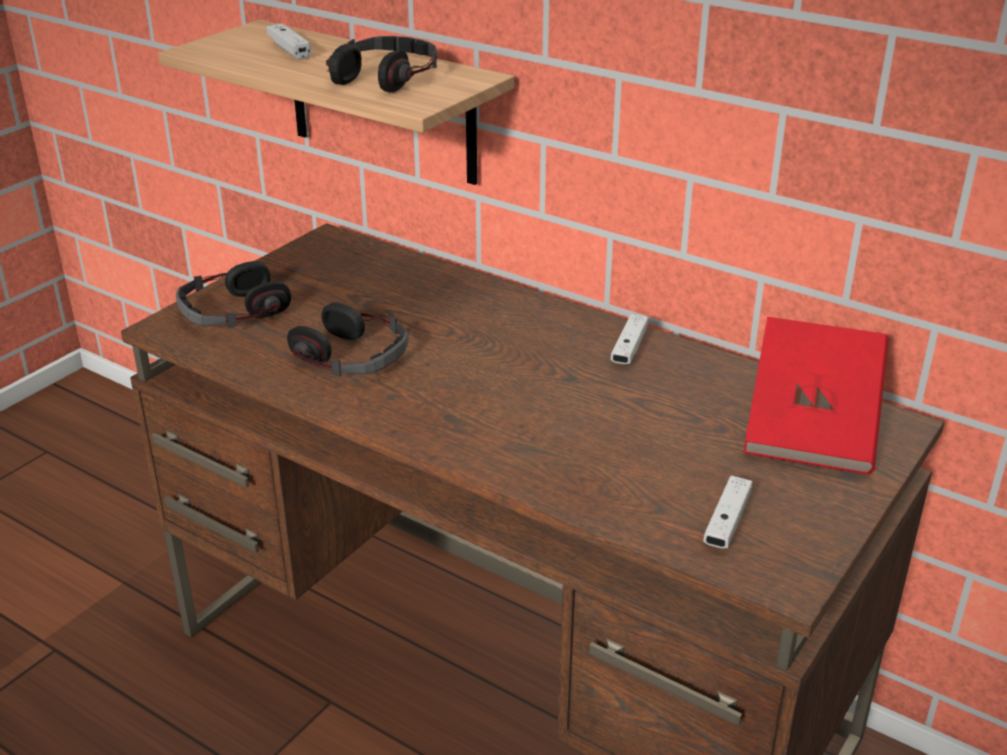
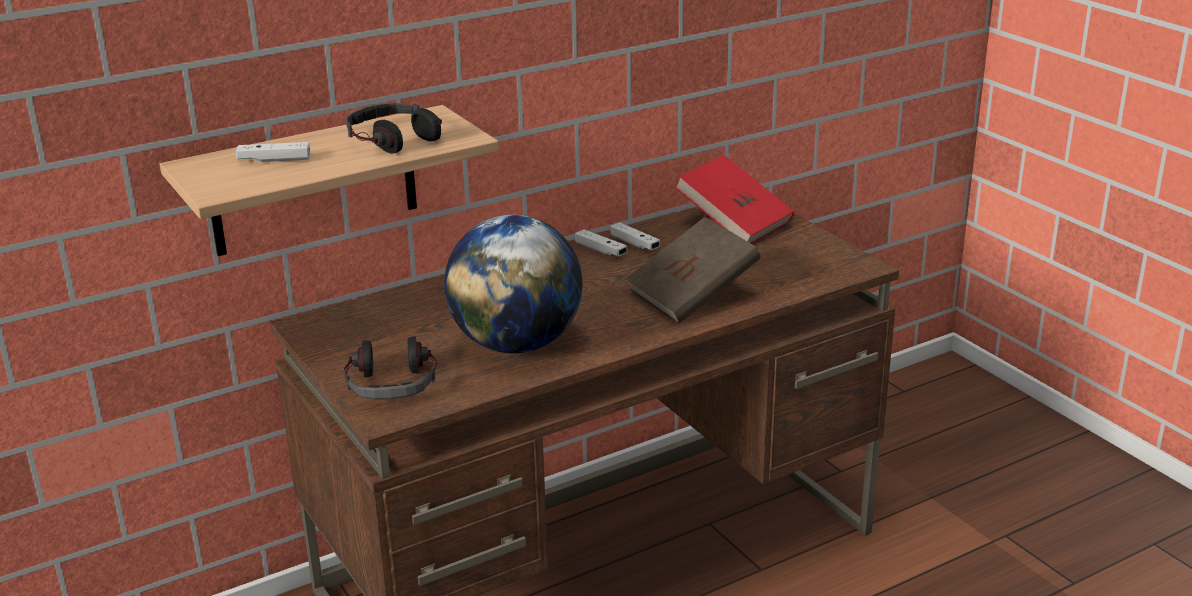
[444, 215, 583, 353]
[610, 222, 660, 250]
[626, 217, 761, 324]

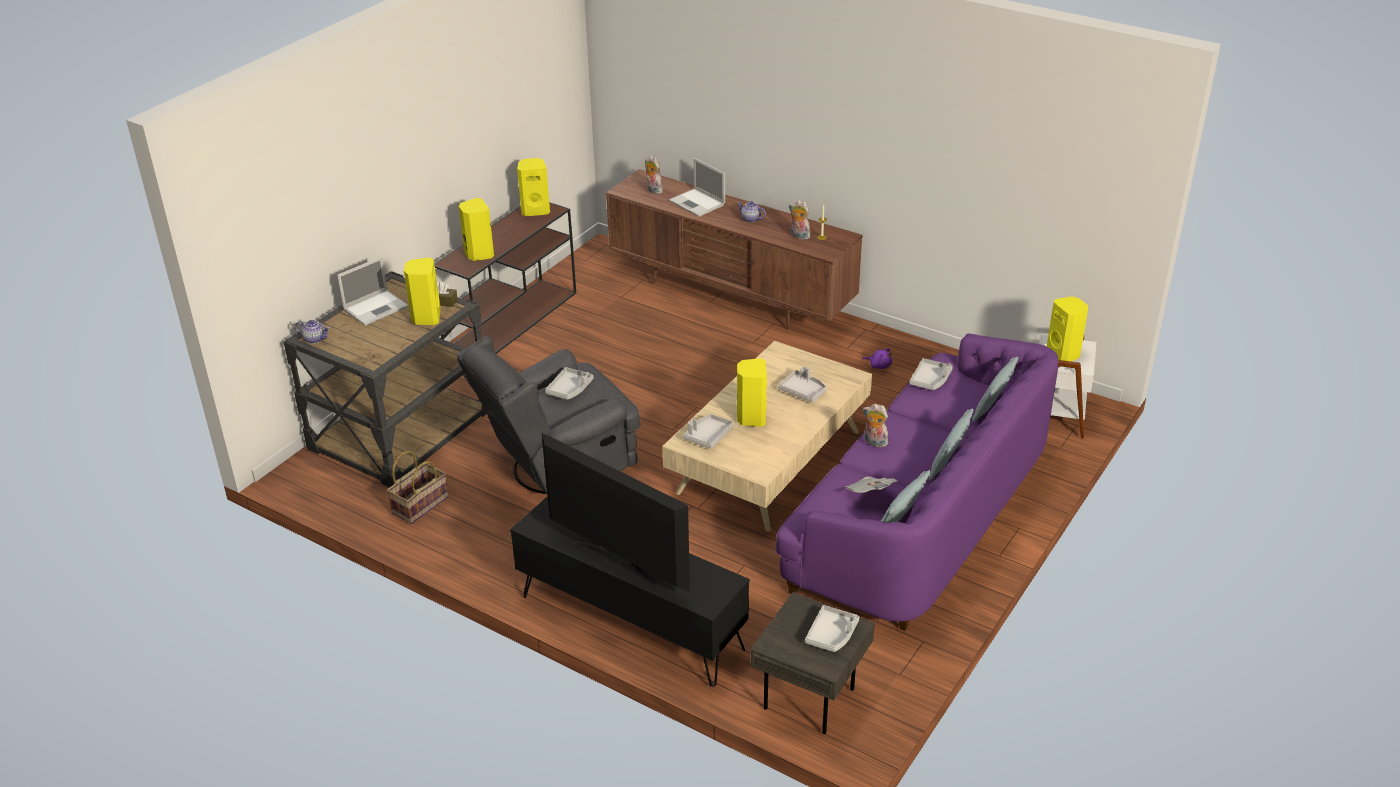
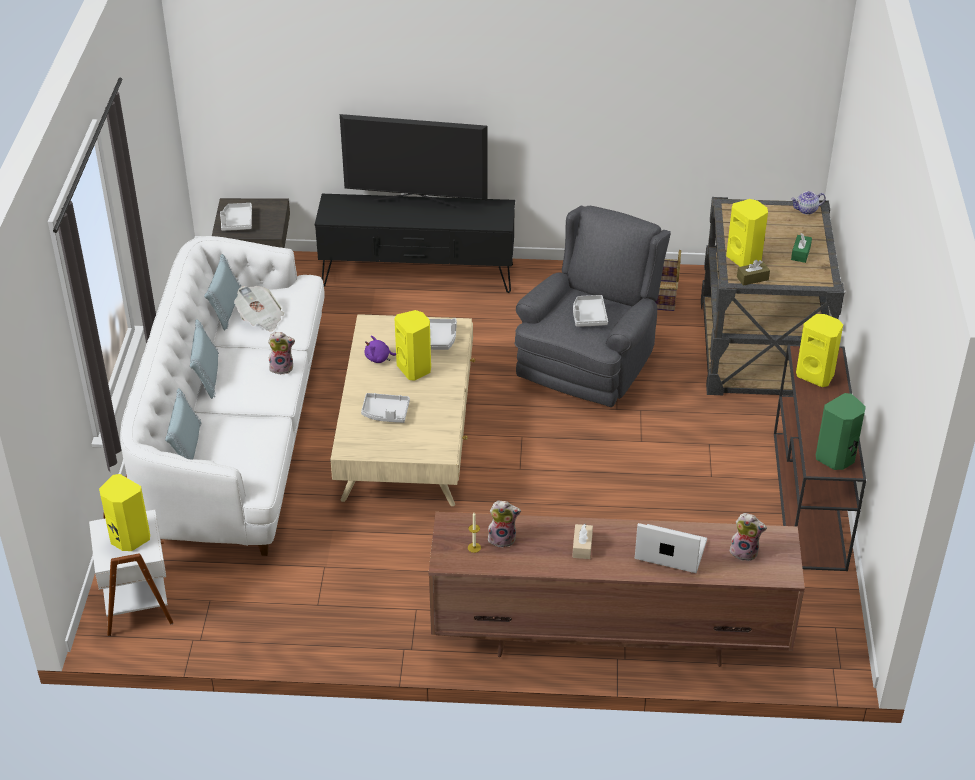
[791, 233, 812, 263]
[816, 393, 866, 470]
[572, 524, 593, 559]
[120, 236, 324, 556]
[365, 336, 396, 363]
[909, 358, 953, 390] (first image)

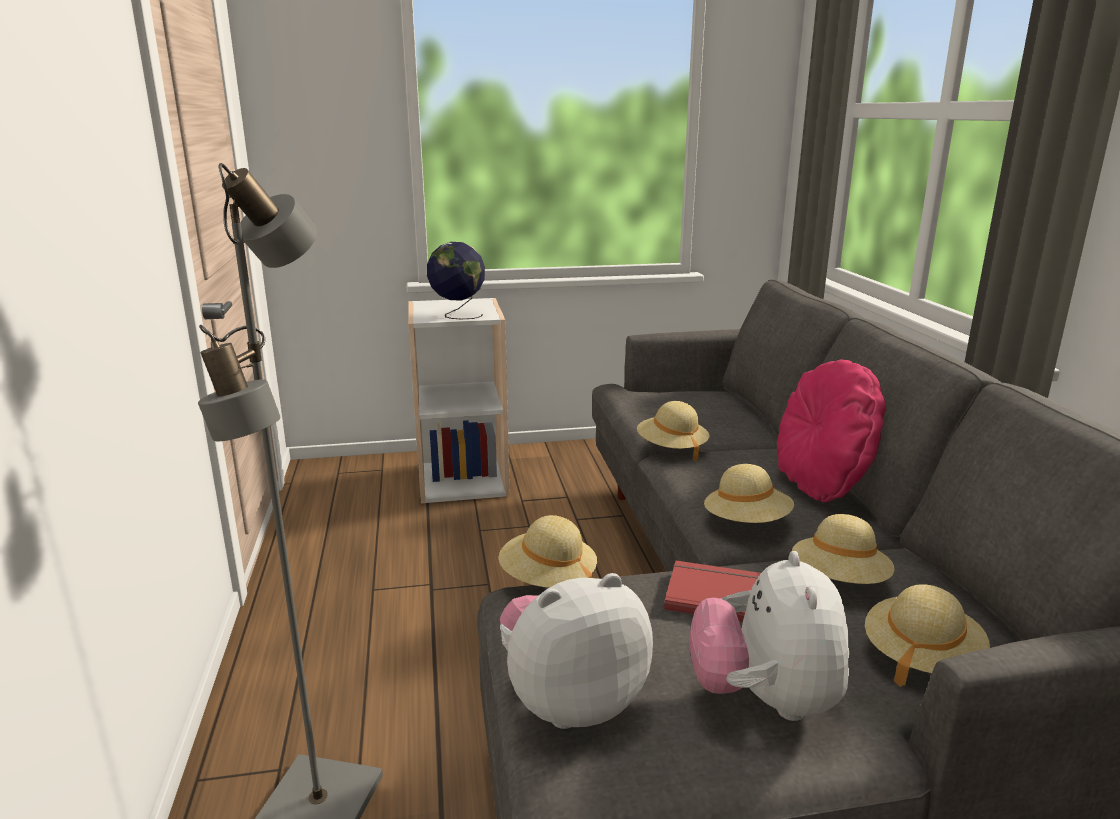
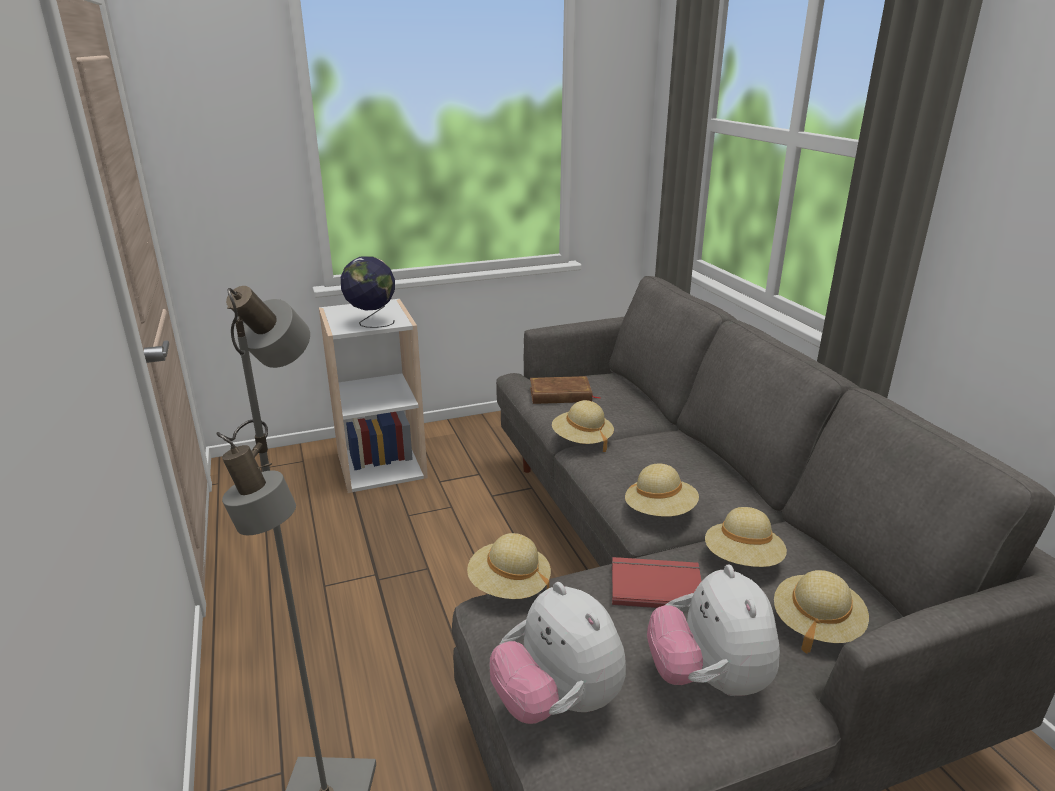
[490, 582, 626, 724]
[777, 360, 886, 502] (first image)
[530, 376, 601, 404]

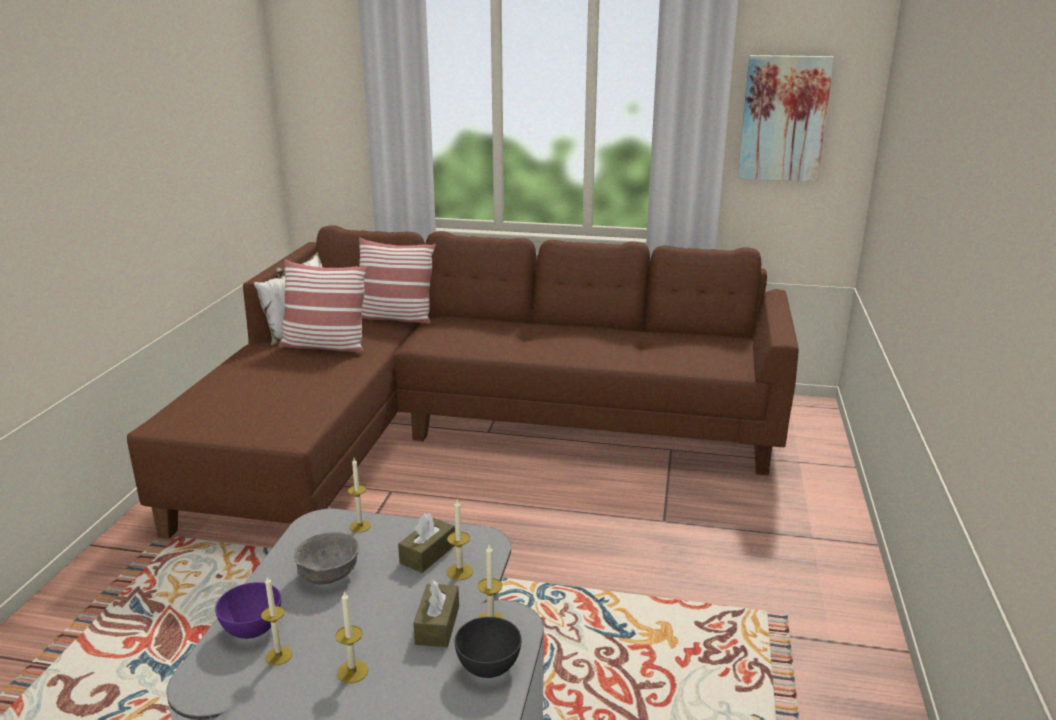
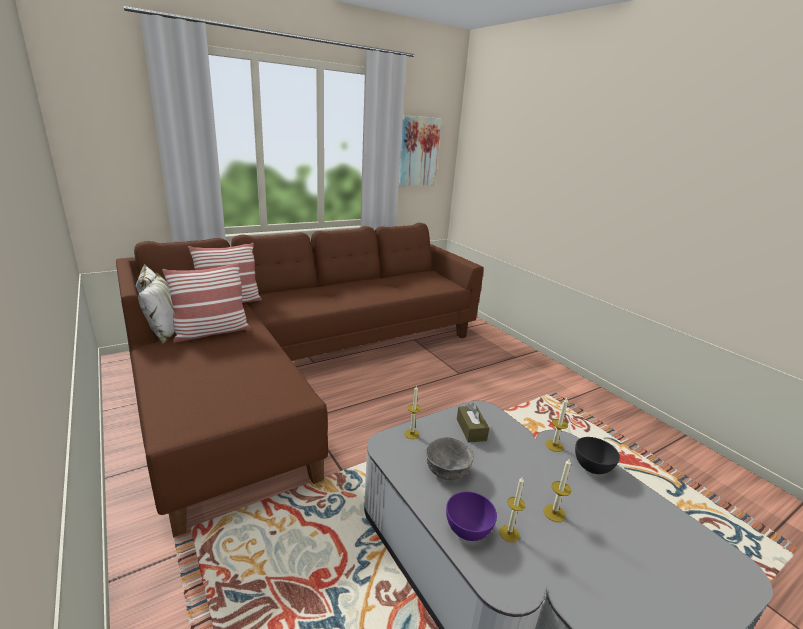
[413, 580, 459, 647] (first image)
[447, 500, 473, 580] (first image)

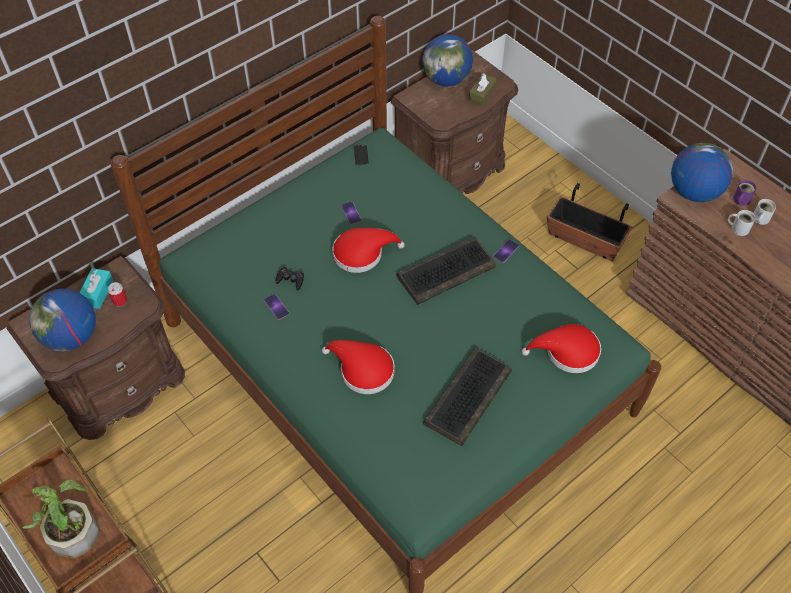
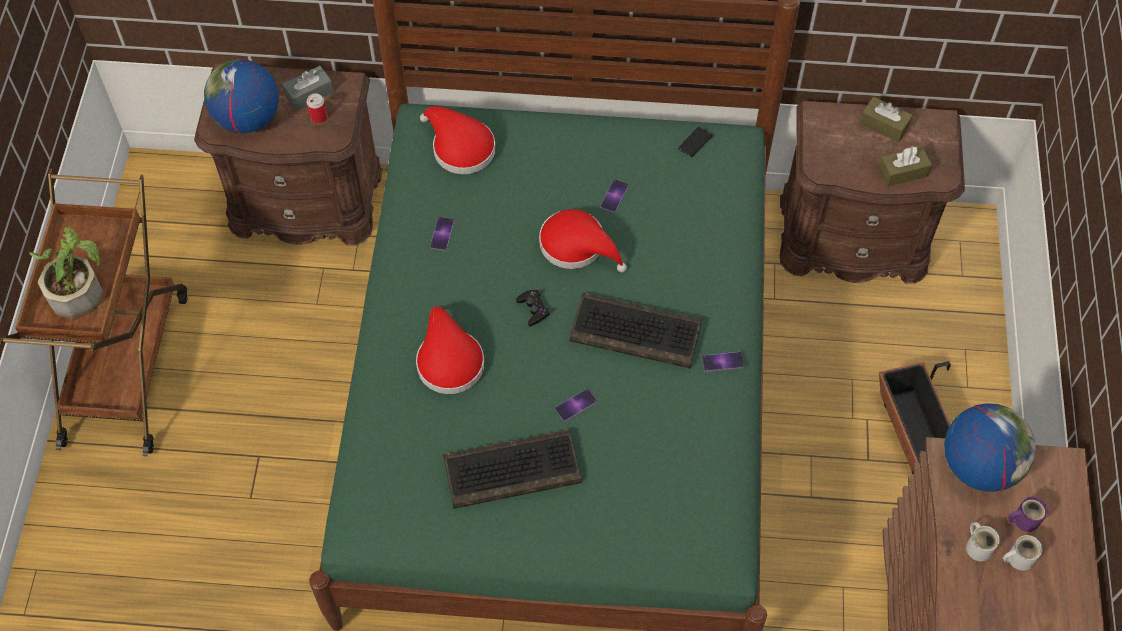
[282, 66, 334, 111]
[516, 290, 550, 326]
[860, 97, 913, 142]
[420, 106, 495, 174]
[555, 388, 597, 421]

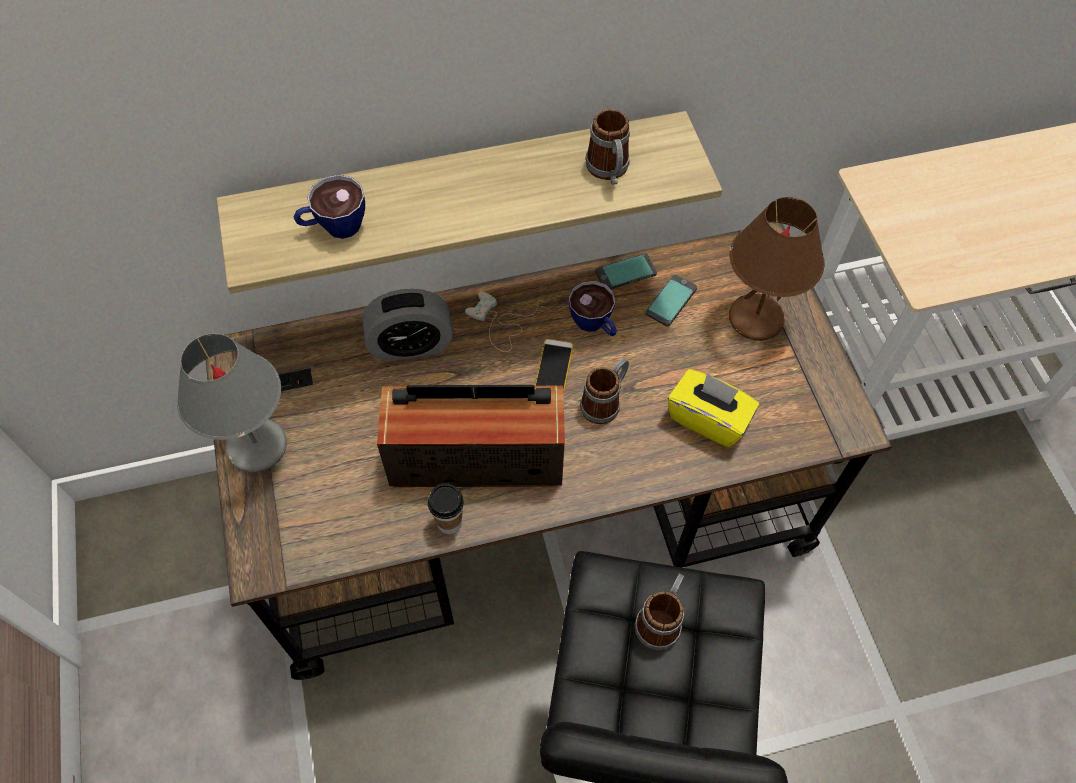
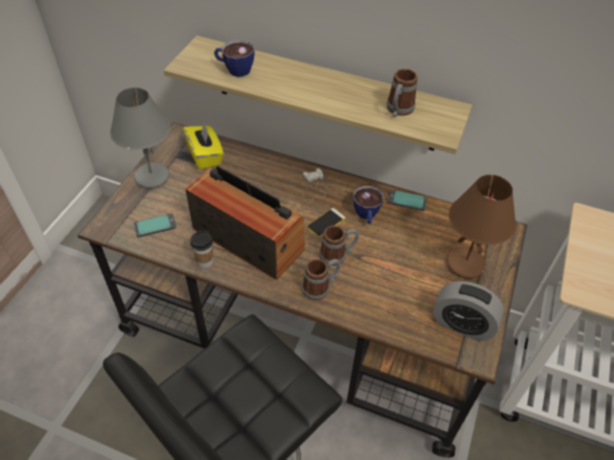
[433, 281, 504, 341]
[302, 259, 341, 301]
[134, 214, 177, 238]
[183, 124, 224, 170]

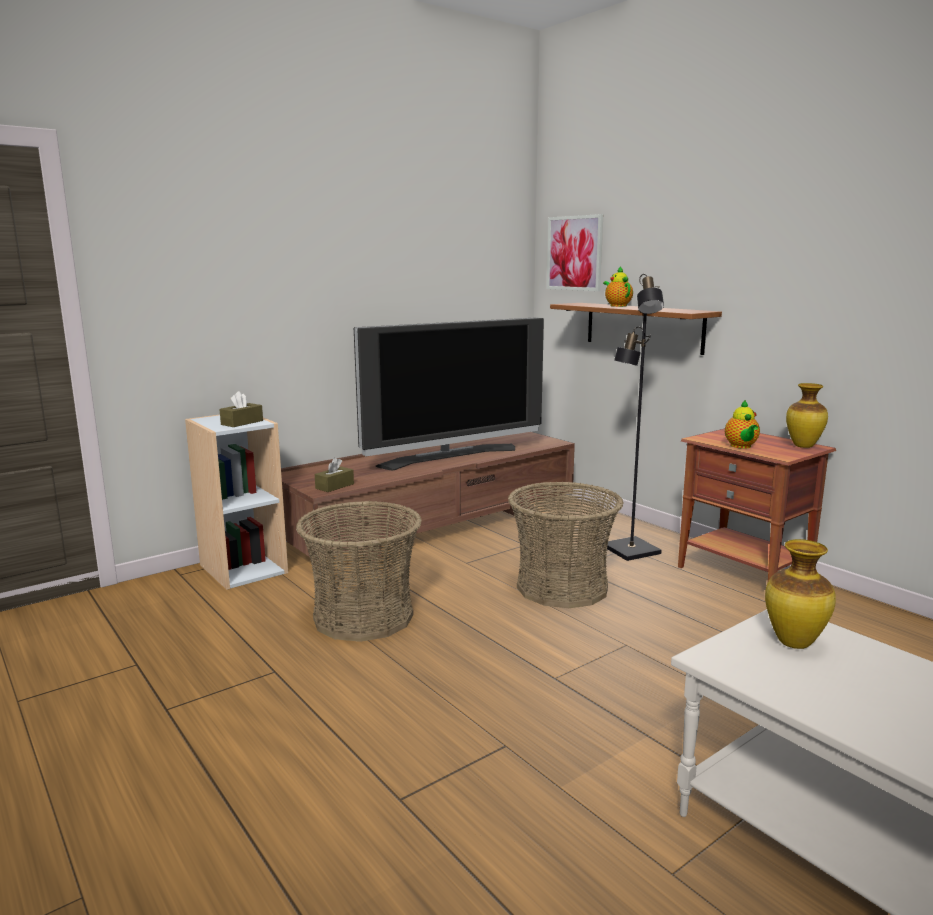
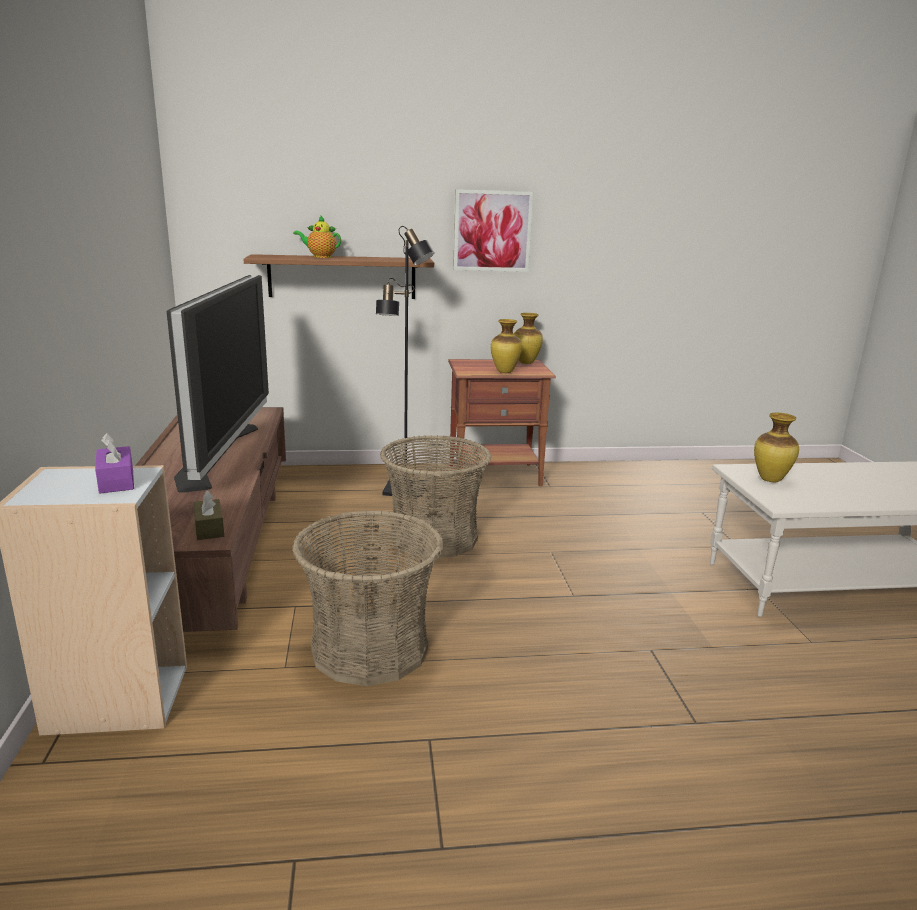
[95, 433, 134, 493]
[453, 189, 533, 272]
[491, 319, 522, 373]

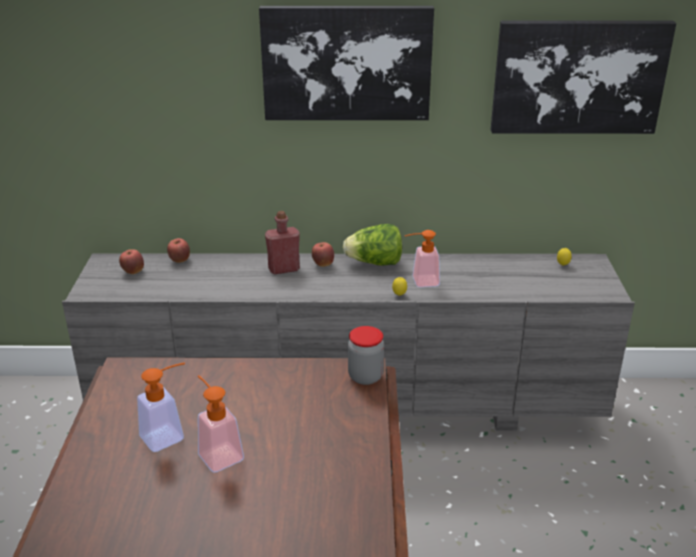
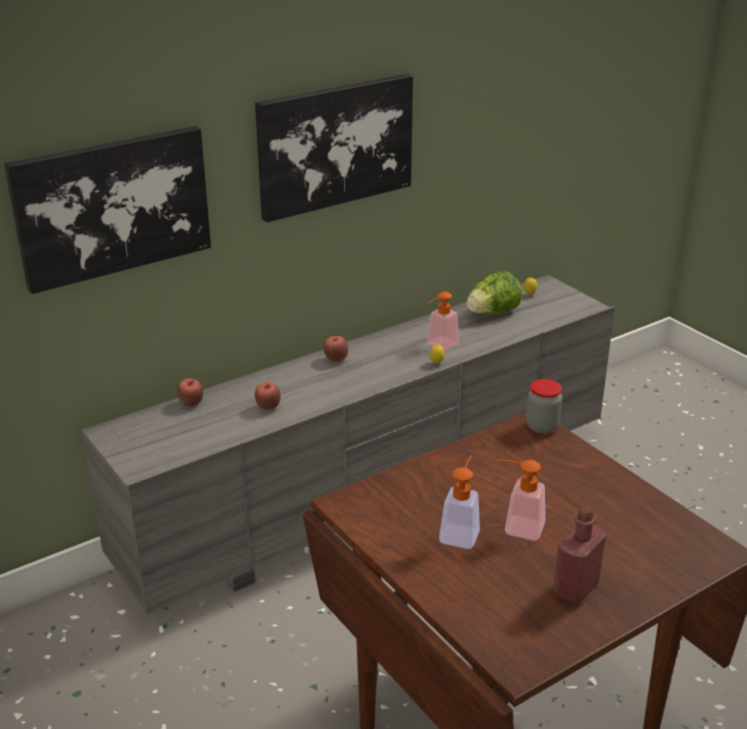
[255, 382, 281, 410]
[553, 506, 606, 604]
[467, 271, 522, 314]
[4, 126, 211, 294]

